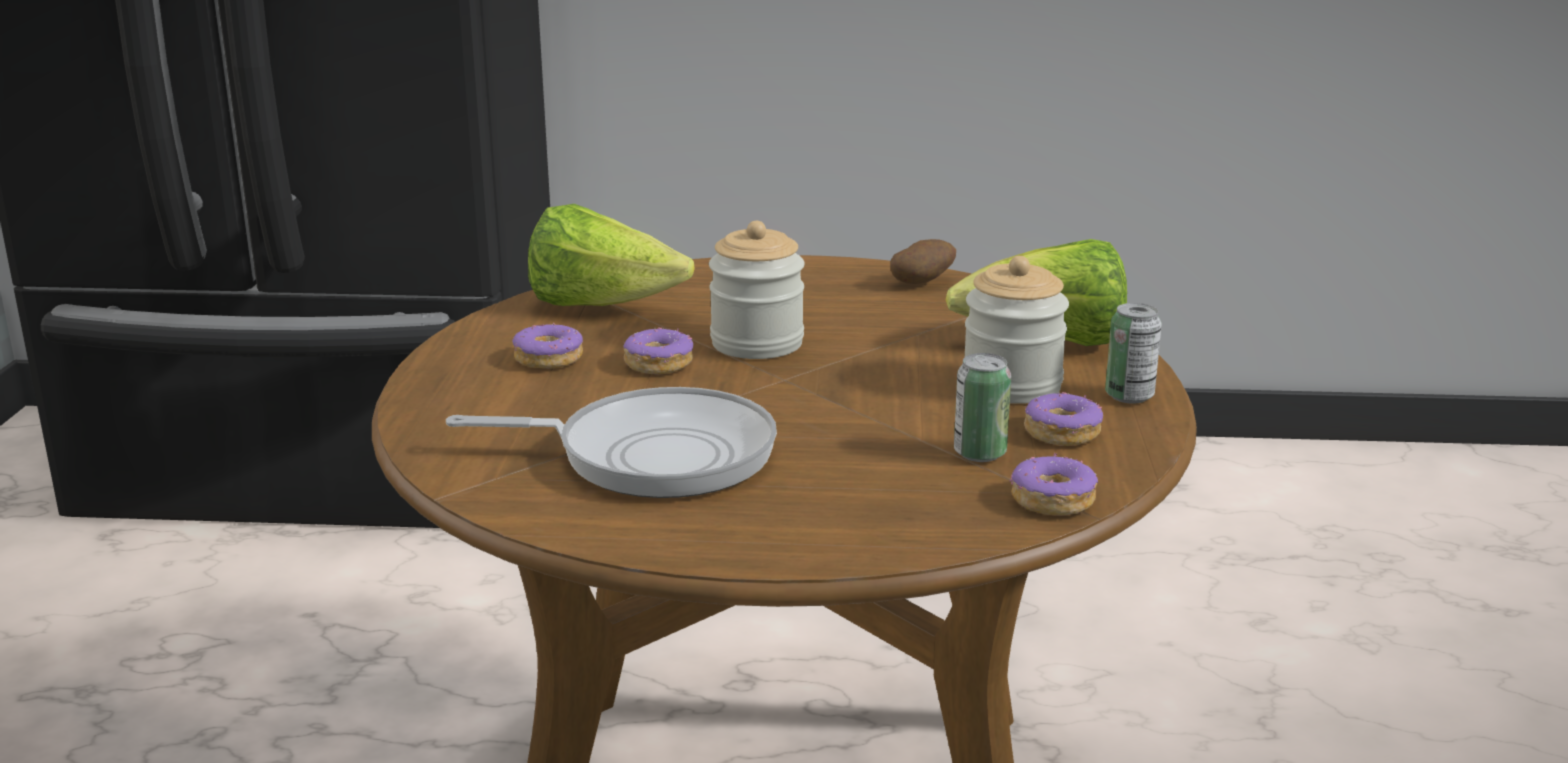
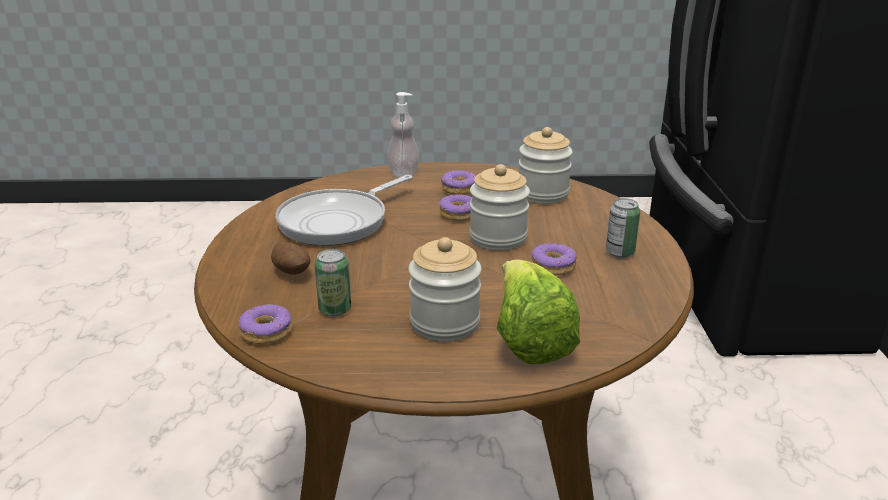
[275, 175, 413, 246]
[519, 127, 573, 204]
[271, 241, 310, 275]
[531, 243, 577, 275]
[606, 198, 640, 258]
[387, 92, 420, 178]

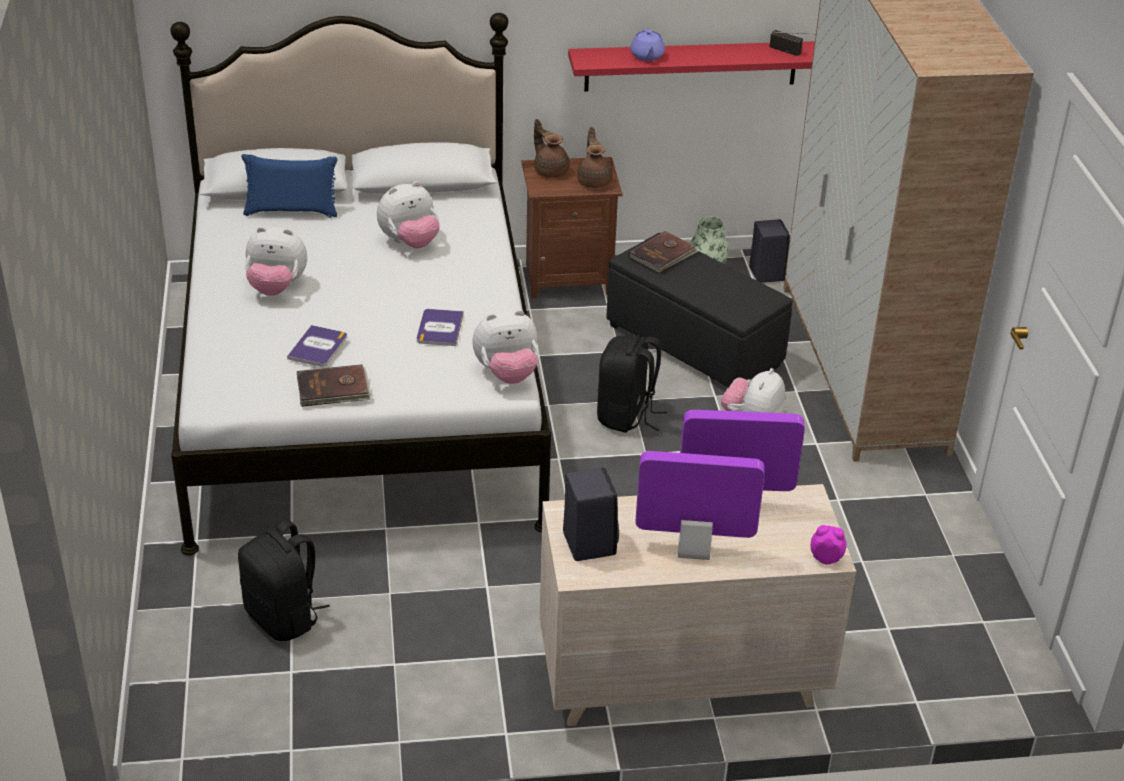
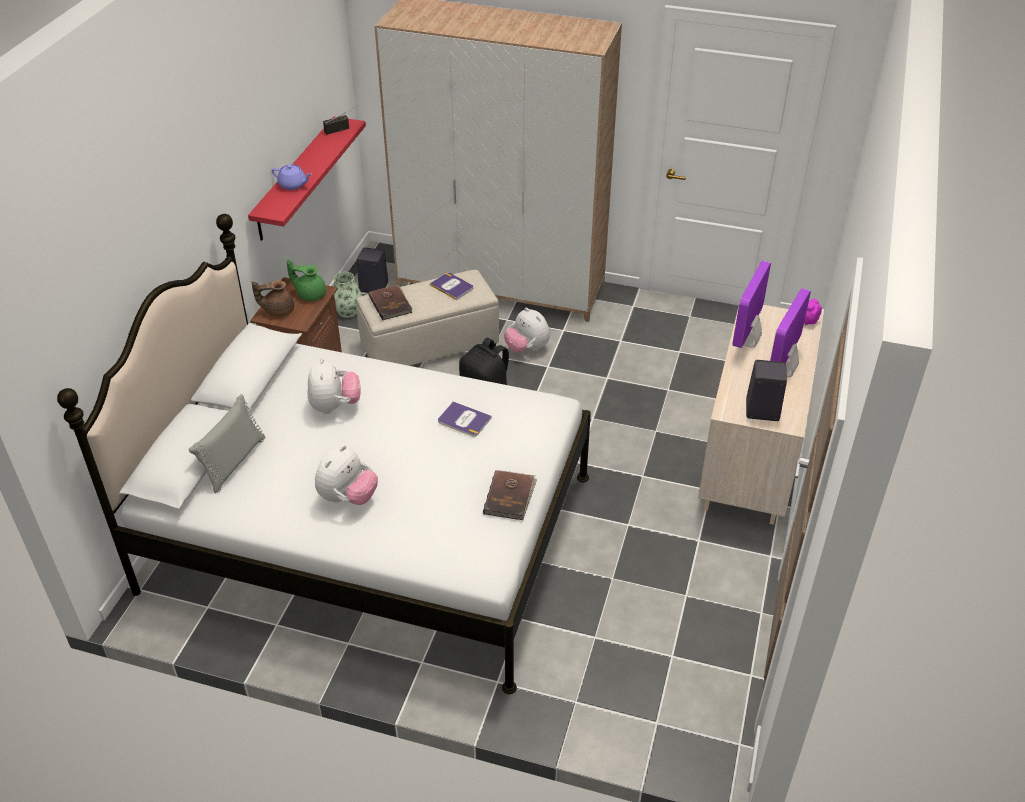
[238, 519, 330, 641] (first image)
[189, 394, 265, 493]
[430, 273, 473, 300]
[472, 310, 539, 384] (first image)
[286, 260, 326, 301]
[356, 269, 499, 366]

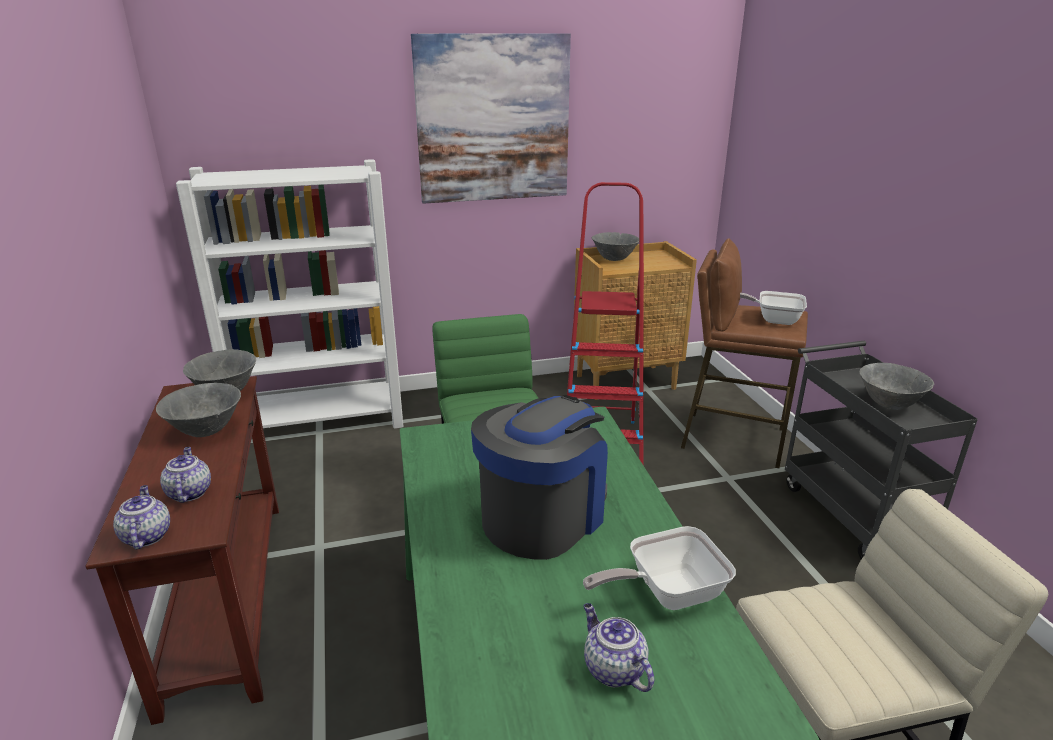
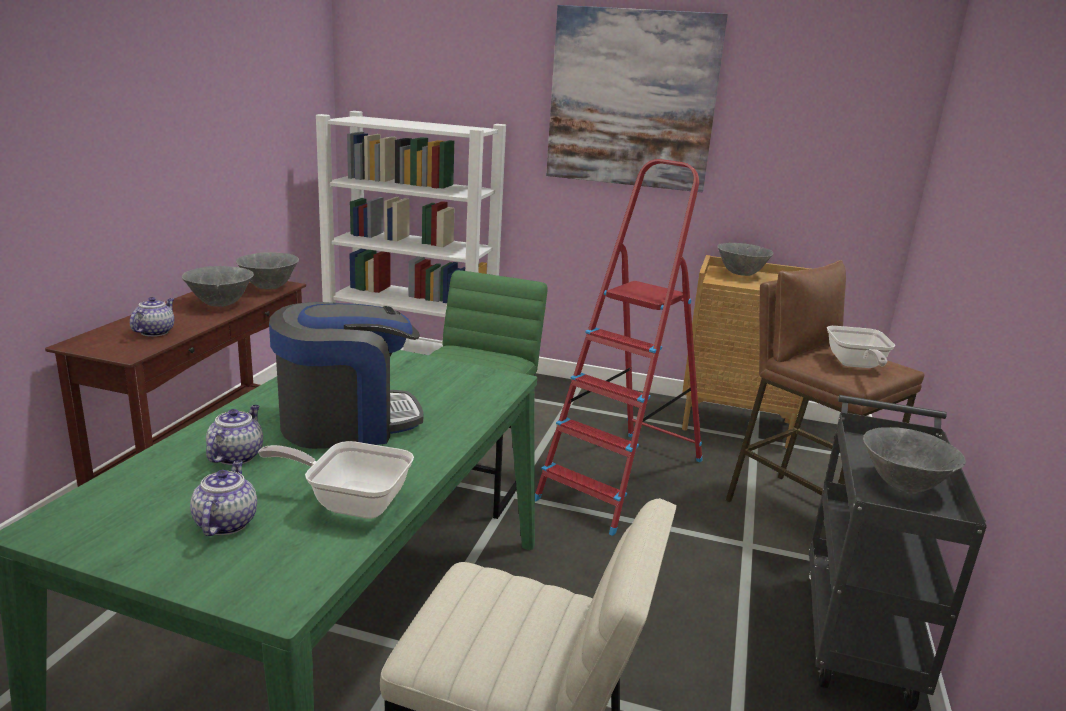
[206, 405, 263, 465]
[827, 326, 895, 368]

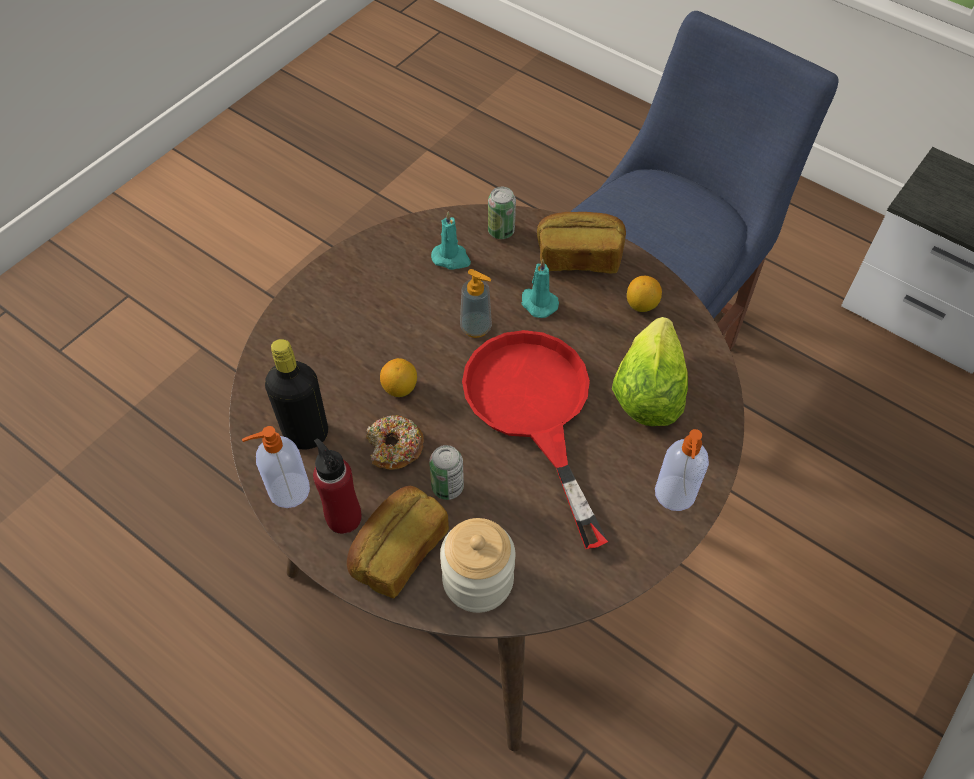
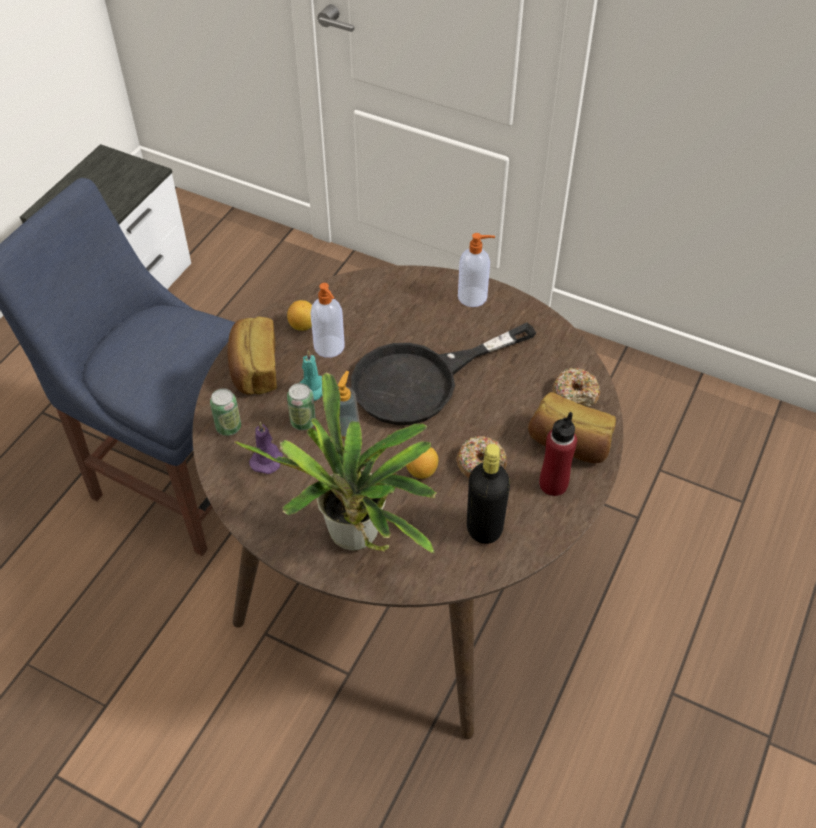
[310, 283, 345, 358]
[287, 383, 316, 430]
[249, 422, 283, 474]
[552, 368, 600, 407]
[351, 322, 536, 425]
[612, 317, 688, 426] (first image)
[234, 373, 436, 554]

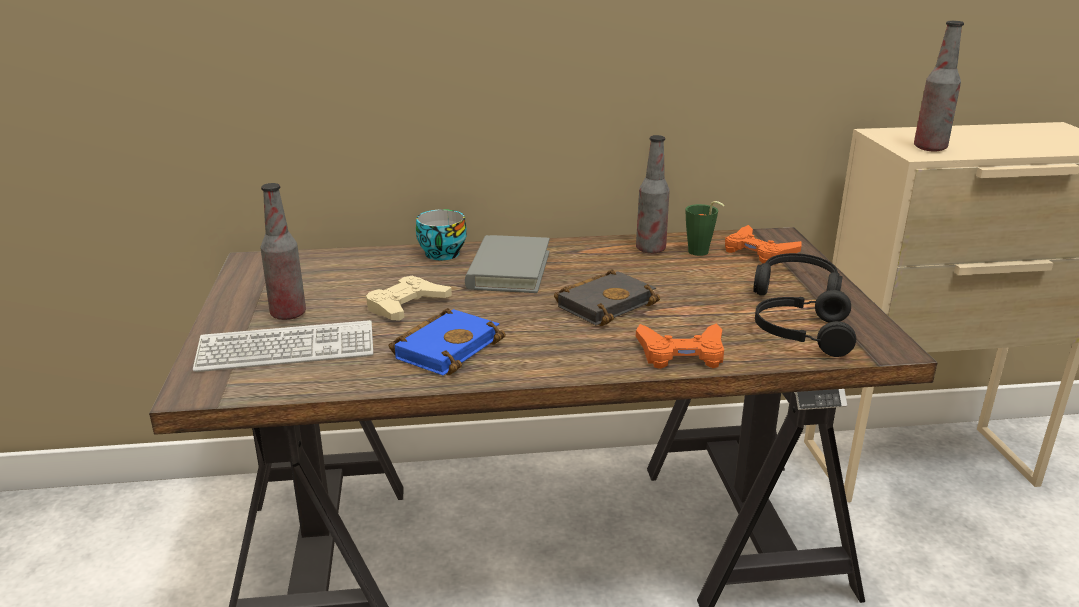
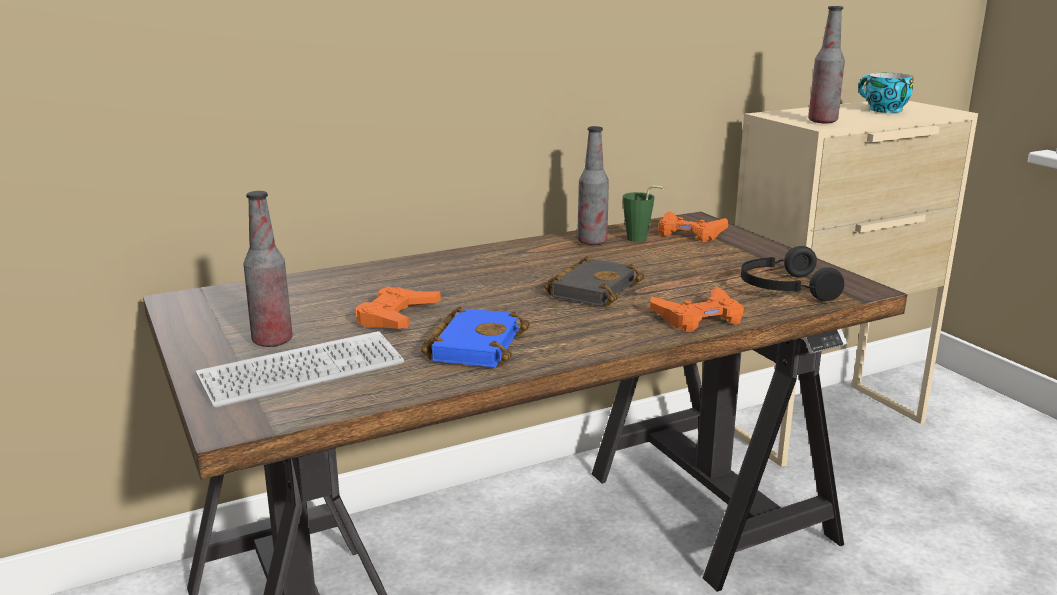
[356, 287, 441, 329]
[858, 73, 914, 113]
[465, 235, 550, 293] (first image)
[753, 253, 843, 296] (first image)

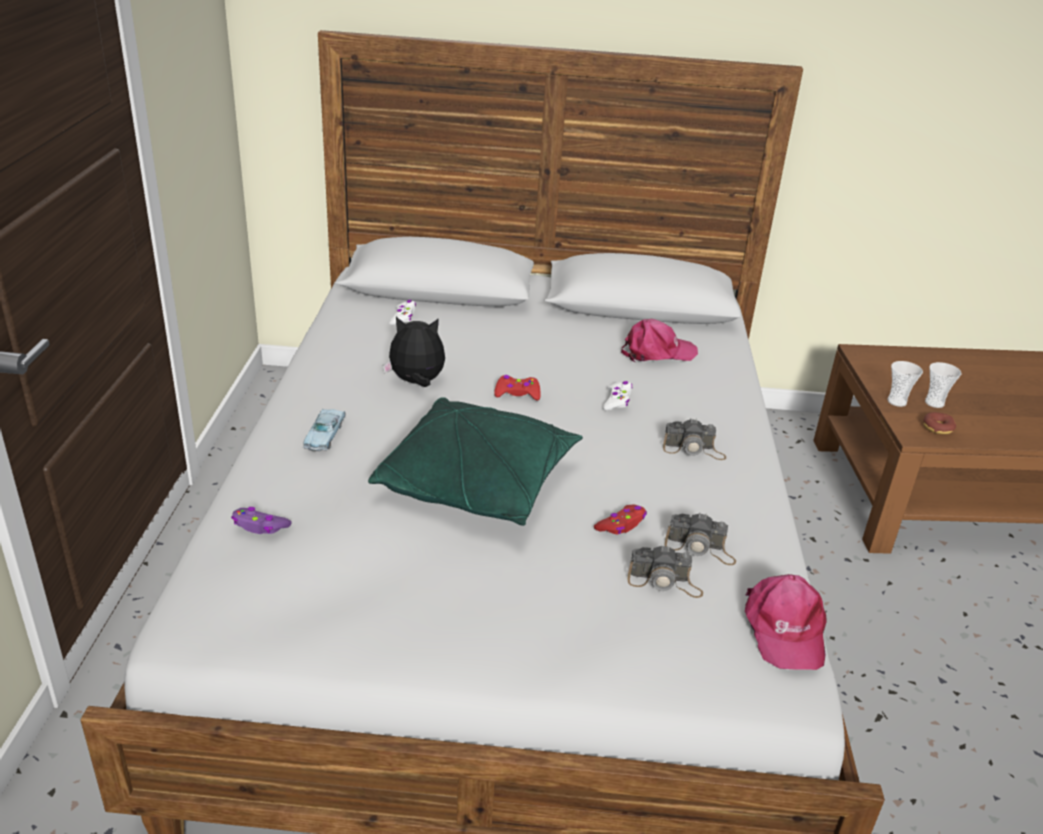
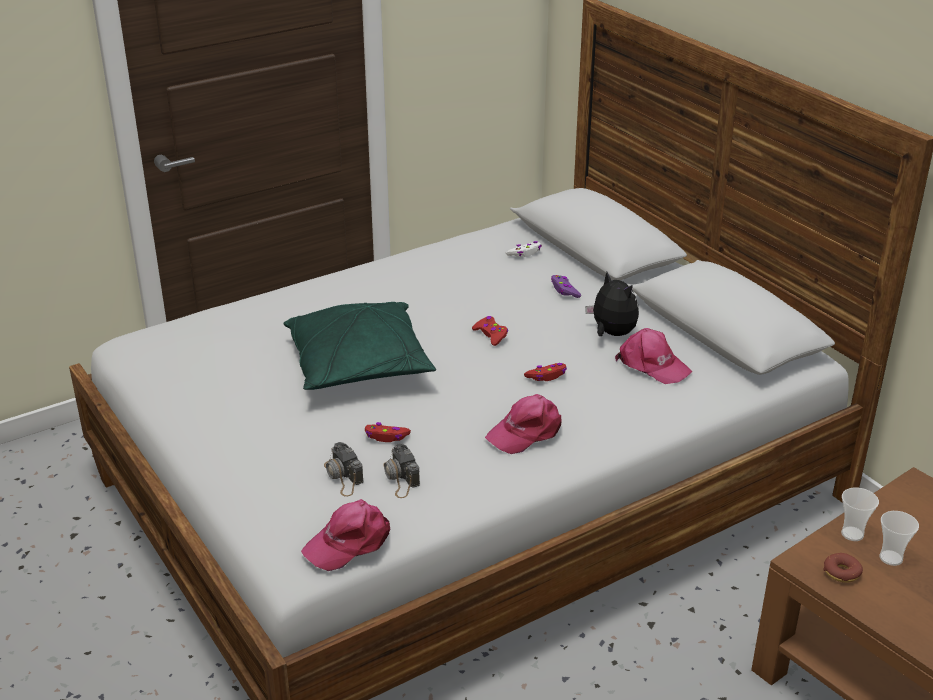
[551, 275, 581, 298]
[303, 409, 346, 451] (first image)
[585, 272, 639, 336]
[524, 363, 567, 381]
[485, 394, 562, 454]

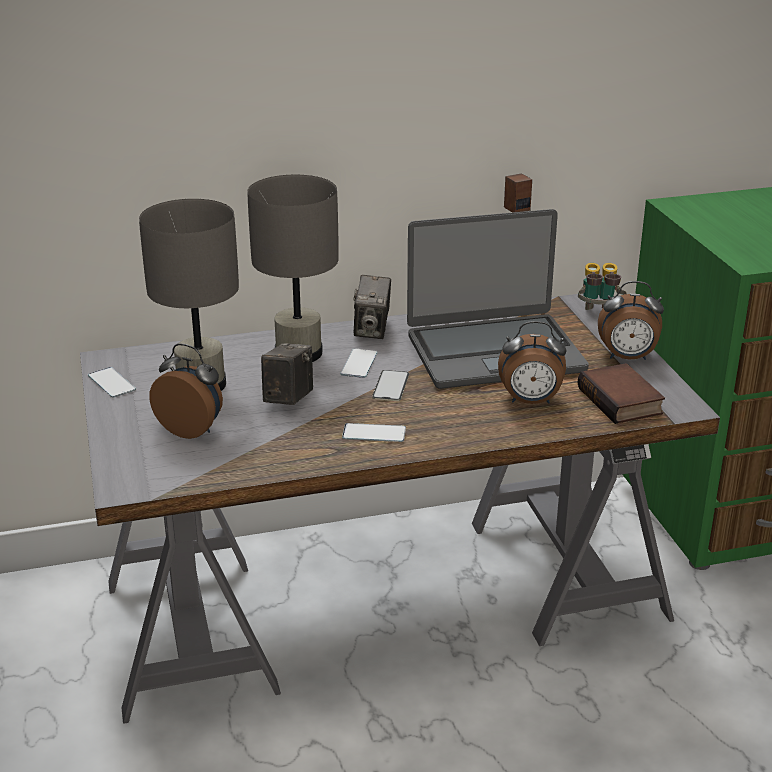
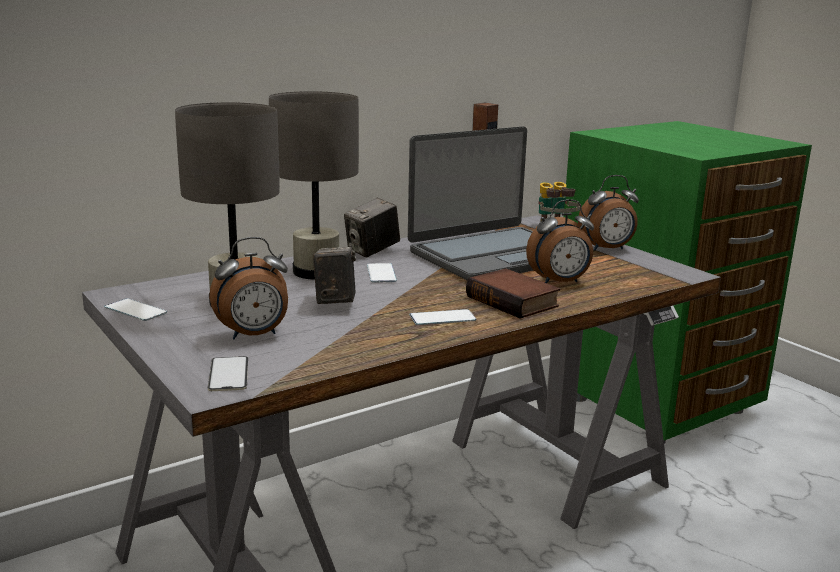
[209, 237, 288, 339]
[344, 198, 400, 257]
[208, 356, 248, 391]
[466, 269, 560, 319]

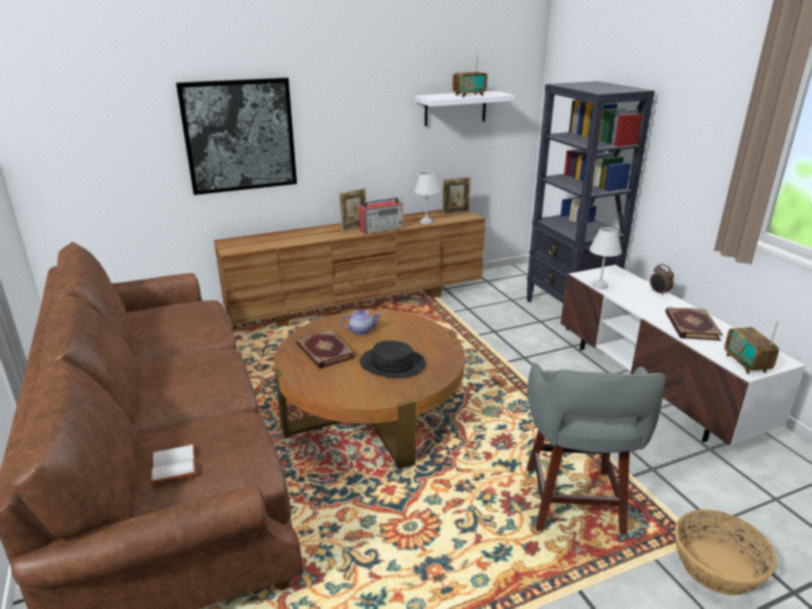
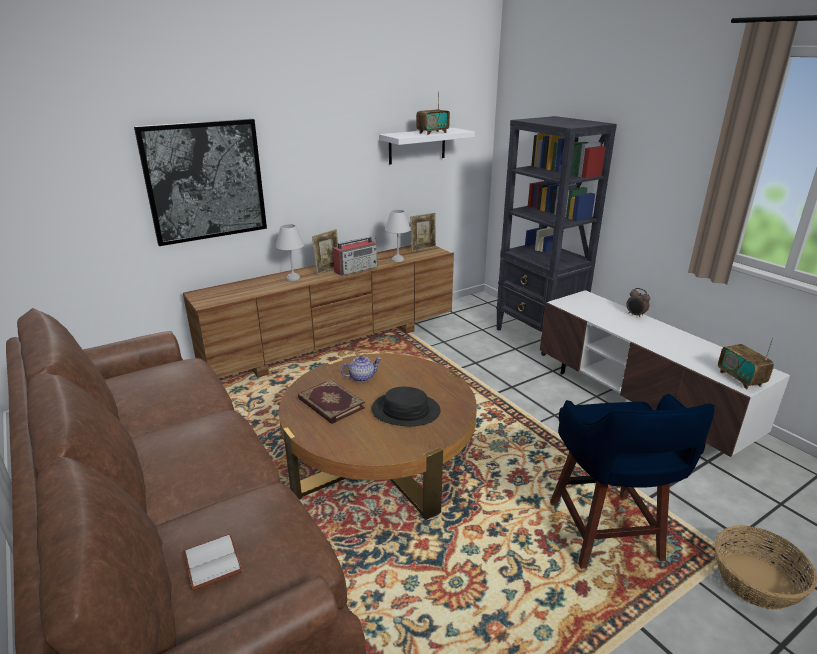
[550, 394, 715, 568]
[276, 224, 304, 281]
[665, 307, 723, 341] (first image)

